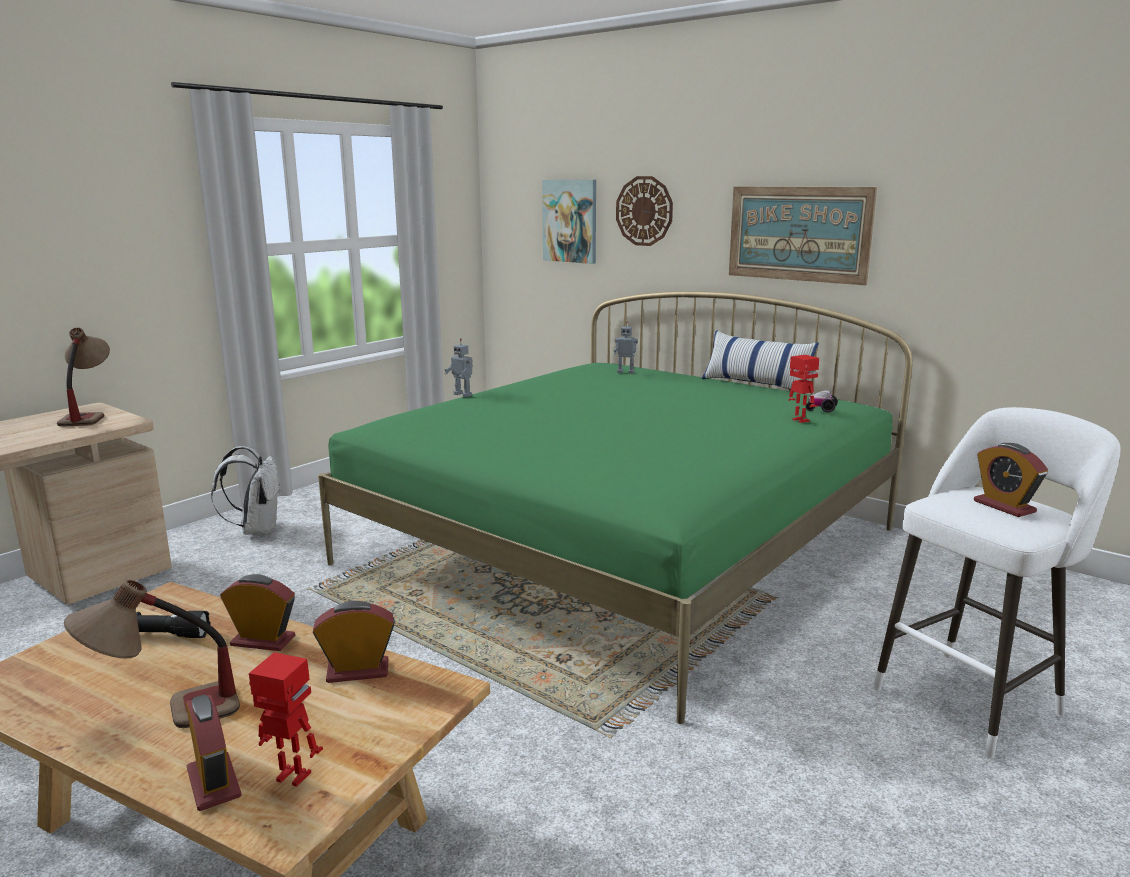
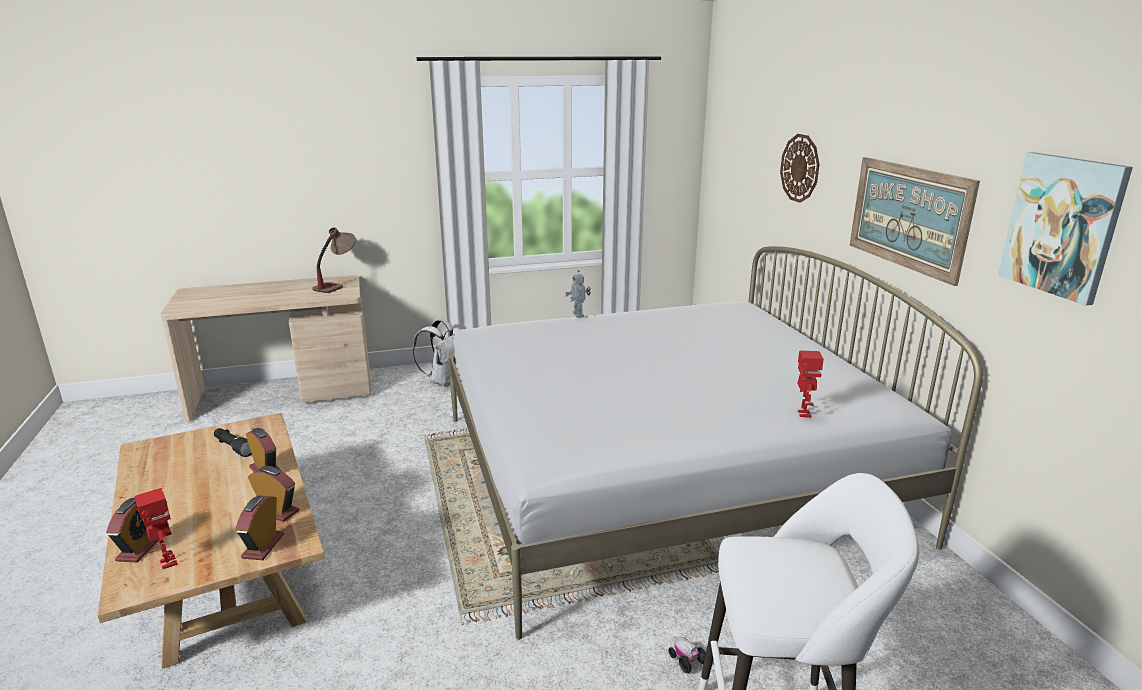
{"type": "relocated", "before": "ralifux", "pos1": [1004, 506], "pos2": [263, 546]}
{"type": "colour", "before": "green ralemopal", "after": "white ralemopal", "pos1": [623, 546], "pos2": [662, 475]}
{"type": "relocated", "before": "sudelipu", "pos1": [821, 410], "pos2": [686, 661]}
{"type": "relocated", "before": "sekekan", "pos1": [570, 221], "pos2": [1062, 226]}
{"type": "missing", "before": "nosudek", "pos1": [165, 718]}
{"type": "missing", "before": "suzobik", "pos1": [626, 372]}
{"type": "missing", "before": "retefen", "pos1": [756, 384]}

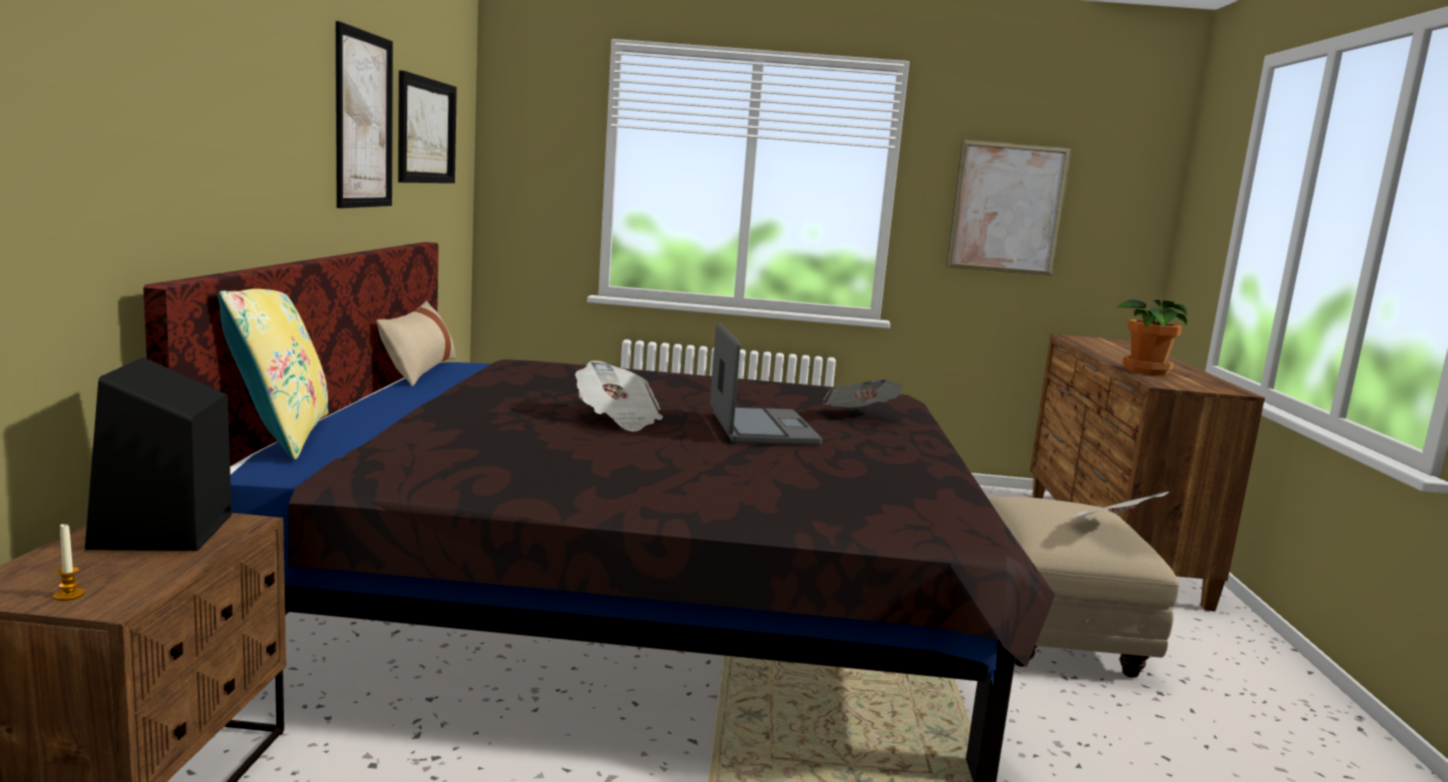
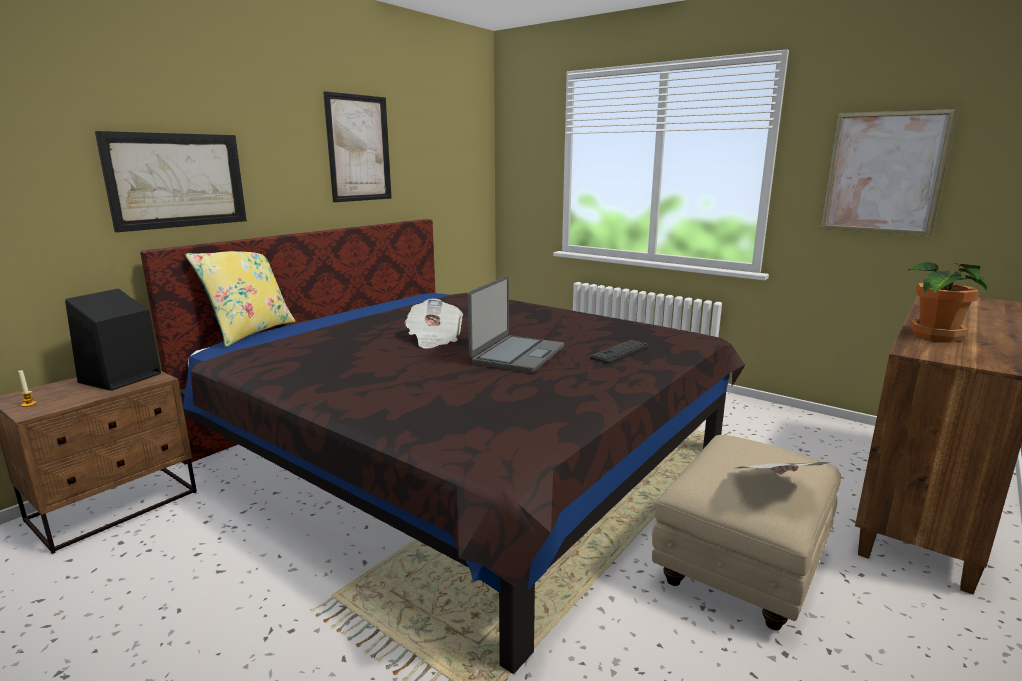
{"type": "relocated", "before": "sekekan", "pos1": [426, 131], "pos2": [177, 180]}
{"type": "exchanged", "before": "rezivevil", "after": "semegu", "pos1": [859, 416], "pos2": [620, 353]}
{"type": "missing", "before": "beige retefen", "pos1": [419, 370]}

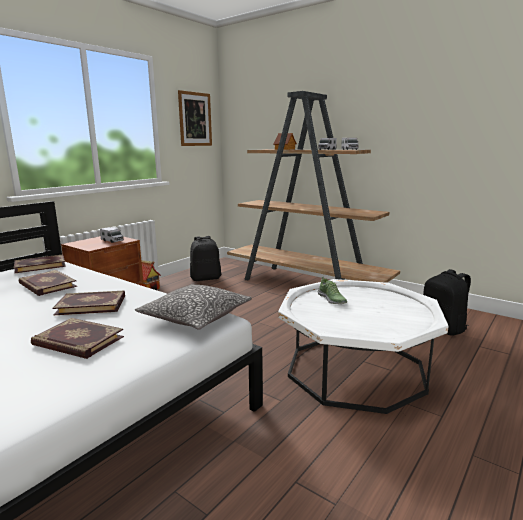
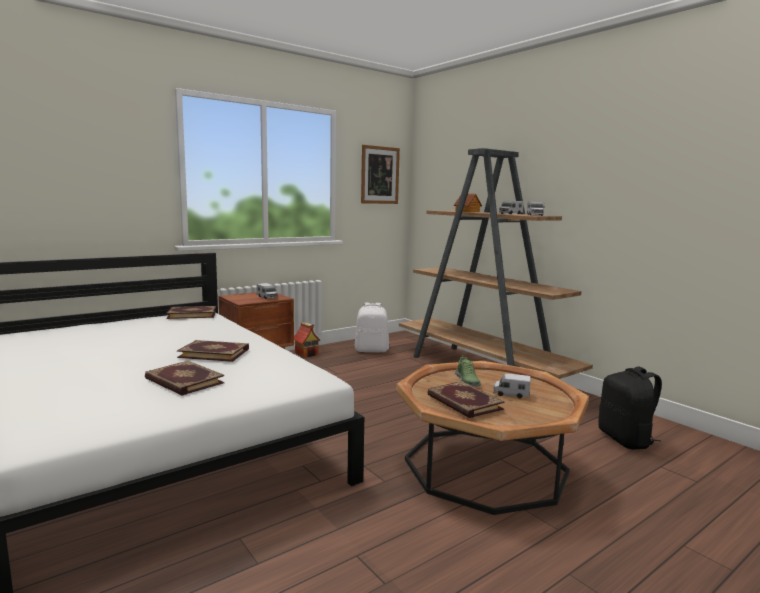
{"type": "colour", "before": "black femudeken", "after": "white femudeken", "pos1": [206, 278], "pos2": [372, 350]}
{"type": "colour", "before": "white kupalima", "after": "brown kupalima", "pos1": [355, 370], "pos2": [485, 466]}
{"type": "relocated", "before": "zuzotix", "pos1": [46, 285], "pos2": [463, 402]}
{"type": "appeared", "after": "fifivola", "pos2": [511, 394]}
{"type": "missing", "before": "retefen", "pos1": [196, 317]}

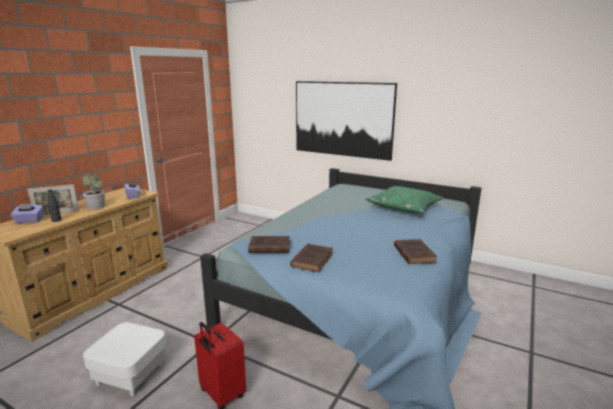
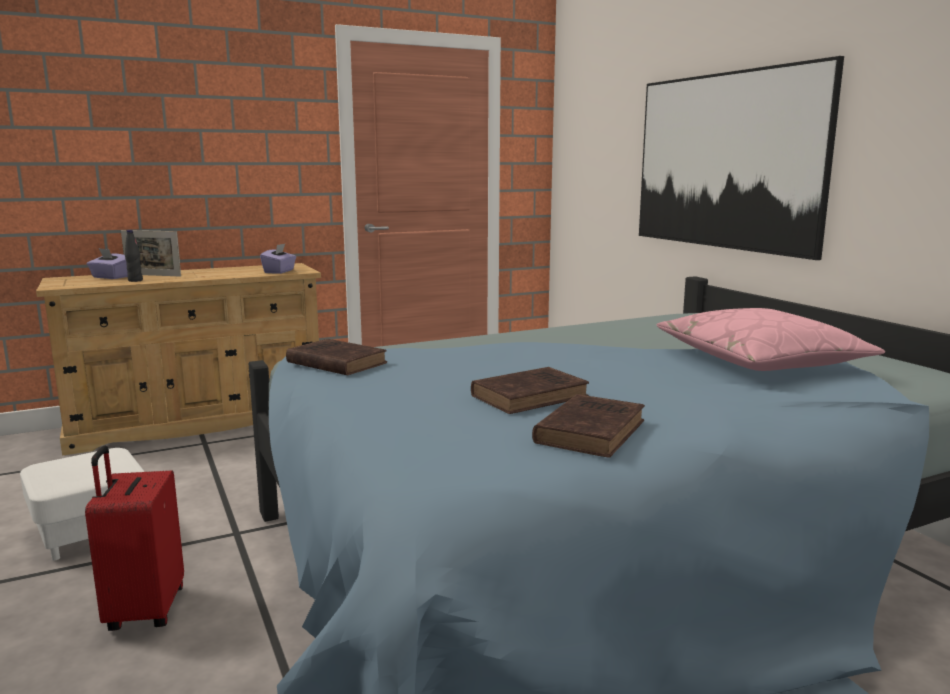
{"type": "relocated", "before": "brown zuzotix", "pos1": [312, 259], "pos2": [532, 396]}
{"type": "colour", "before": "green retefen", "after": "pink retefen", "pos1": [404, 207], "pos2": [760, 360]}
{"type": "missing", "before": "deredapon", "pos1": [96, 207]}

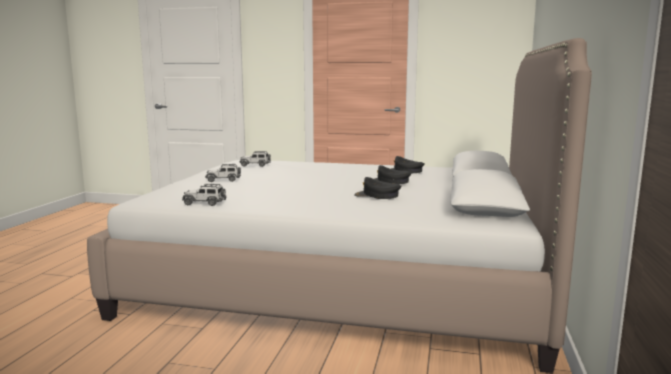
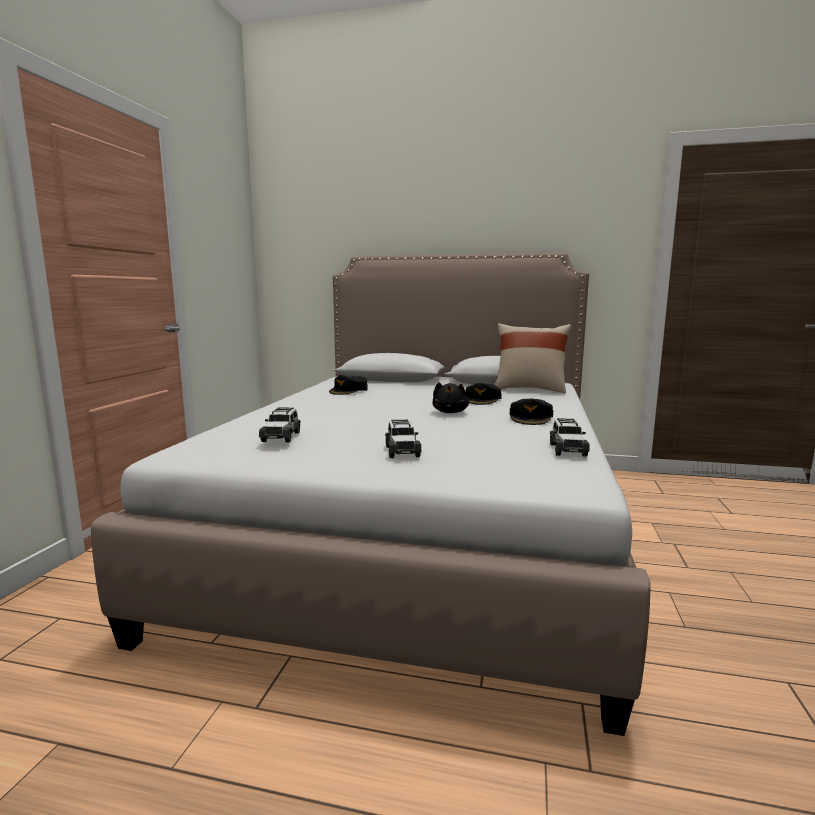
{"type": "appeared", "after": "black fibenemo", "pos2": [450, 412]}
{"type": "appeared", "after": "beige retefen", "pos2": [530, 389]}
{"type": "relocated", "before": "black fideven", "pos1": [389, 181], "pos2": [531, 418]}

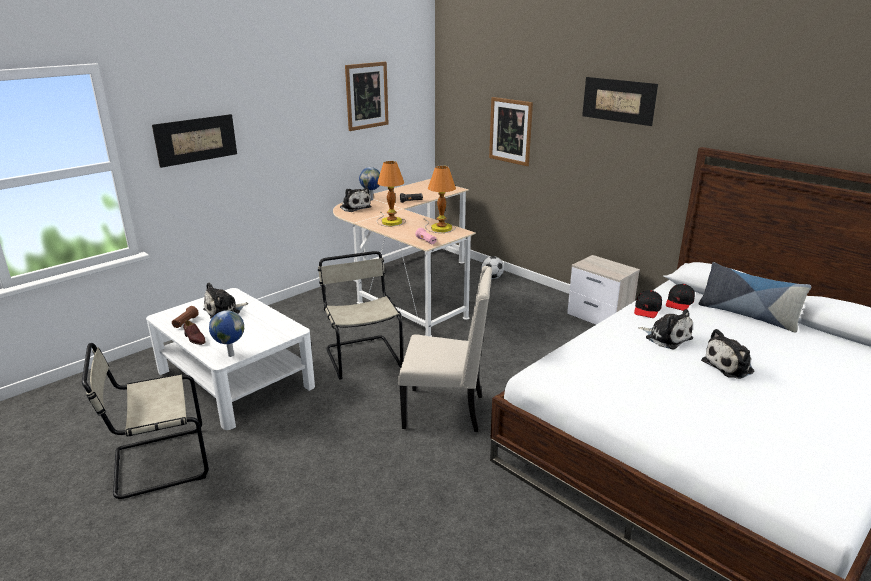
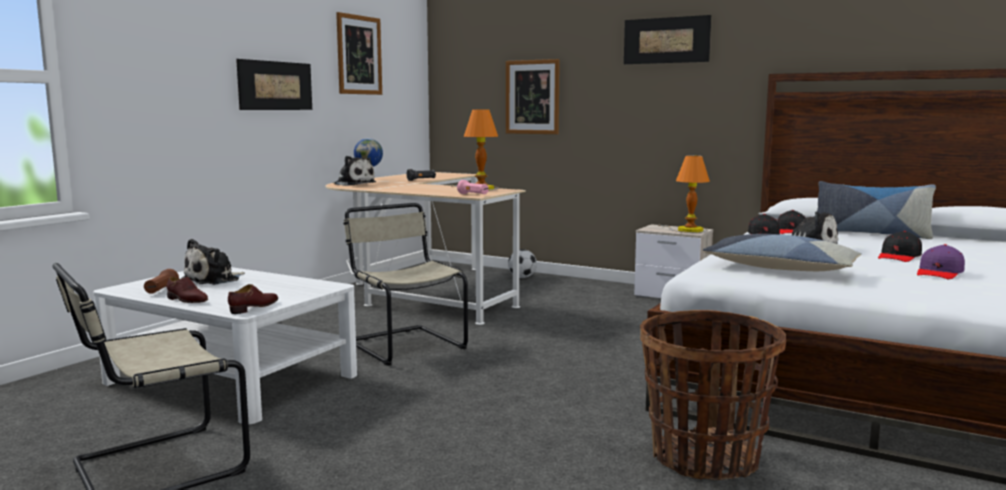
{"type": "exchanged", "before": "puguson", "after": "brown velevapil", "pos1": [230, 355], "pos2": [255, 307]}
{"type": "relocated", "before": "sekekan", "pos1": [196, 140], "pos2": [275, 85]}
{"type": "appeared", "after": "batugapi", "pos2": [705, 458]}
{"type": "relocated", "before": "nosudek", "pos1": [390, 221], "pos2": [687, 230]}
{"type": "appeared", "after": "retefen", "pos2": [780, 268]}
{"type": "exchanged", "before": "fibenemo", "after": "black fideven", "pos1": [730, 366], "pos2": [899, 257]}
{"type": "appeared", "after": "purple fideven", "pos2": [939, 273]}
{"type": "missing", "before": "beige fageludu", "pos1": [446, 411]}

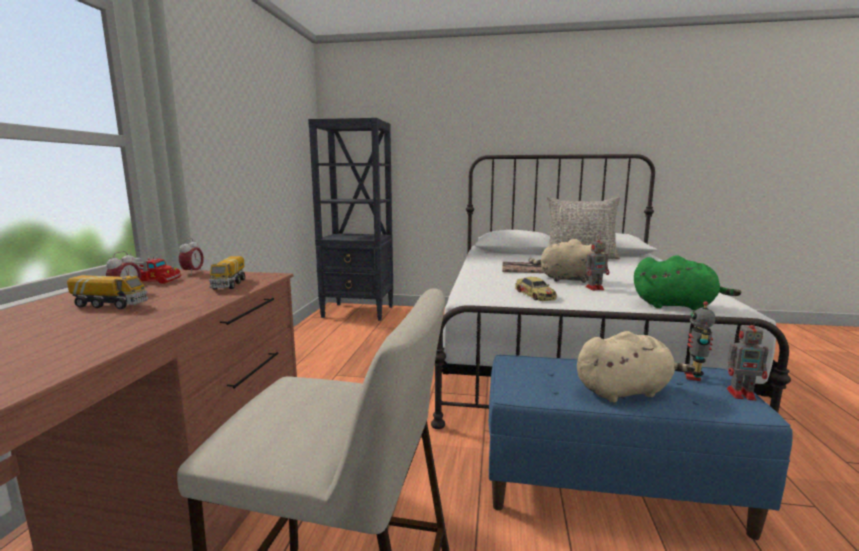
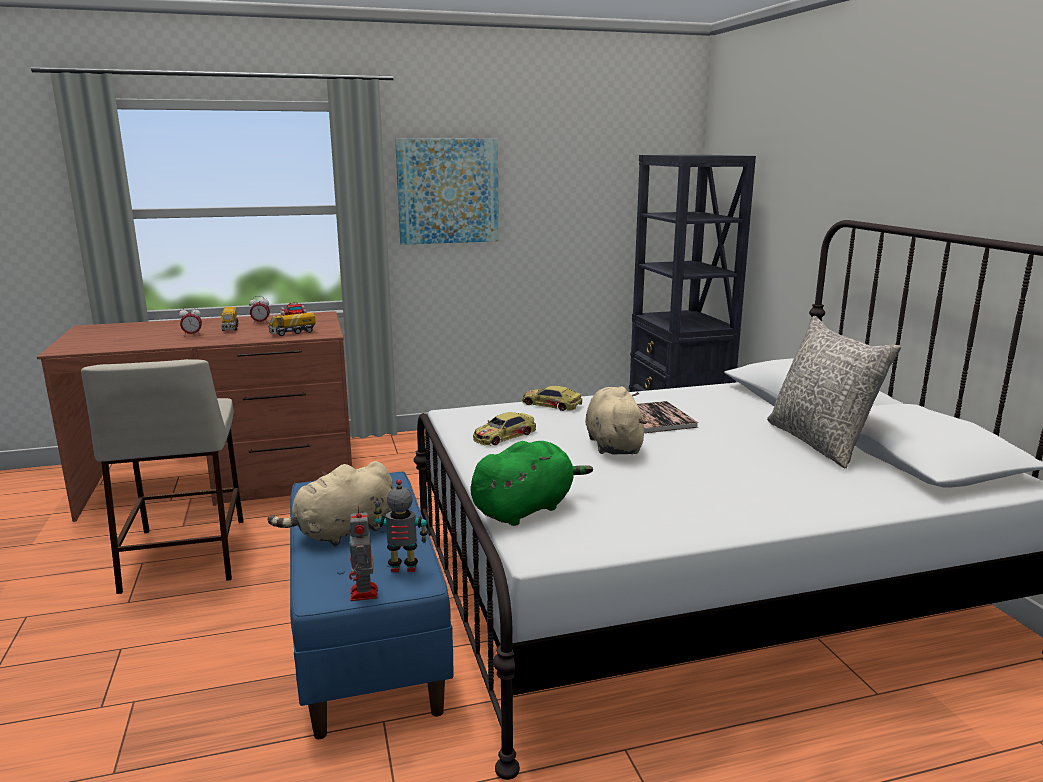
{"type": "relocated", "before": "ralifux", "pos1": [193, 272], "pos2": [192, 335]}
{"type": "spun", "before": "beige fibenemo", "pos1": [625, 391], "pos2": [342, 532], "turn": 90}
{"type": "appeared", "after": "sekekan", "pos2": [448, 191]}
{"type": "spun", "before": "green fibenemo", "pos1": [676, 306], "pos2": [525, 509], "turn": -120}
{"type": "appeared", "after": "sudelipu", "pos2": [551, 404]}
{"type": "missing", "before": "suzobik", "pos1": [595, 288]}

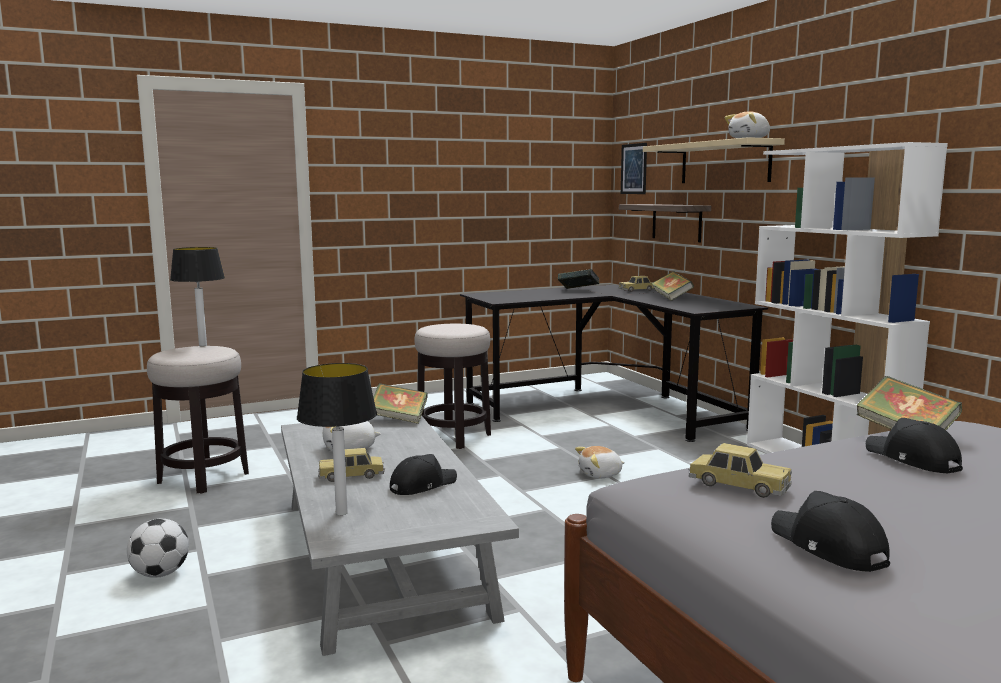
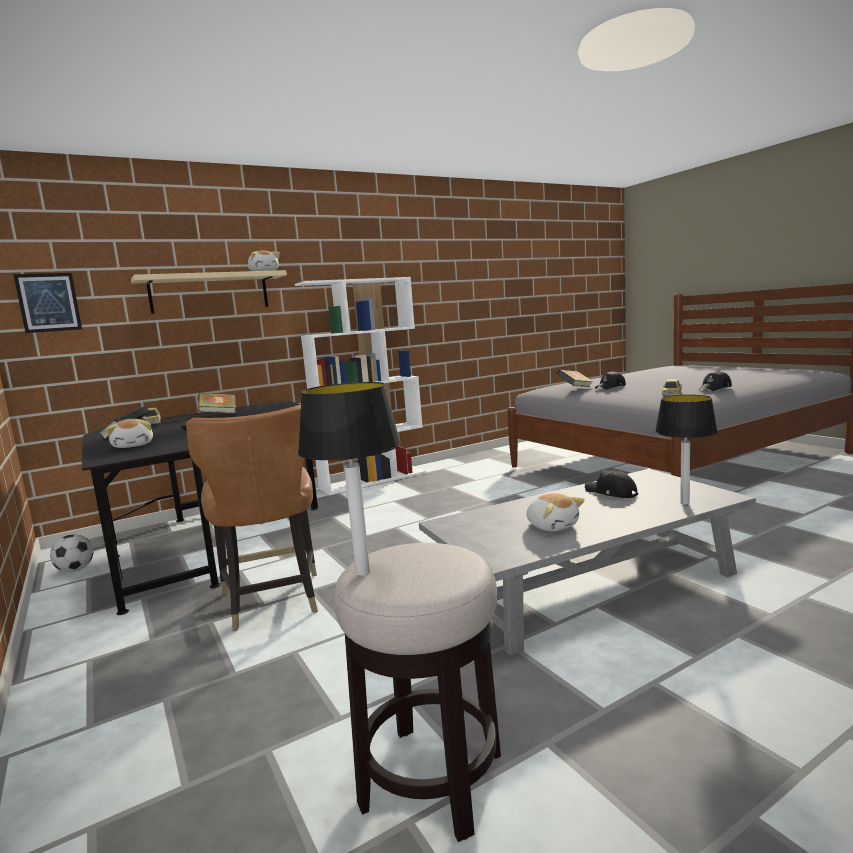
{"type": "relocated", "before": "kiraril", "pos1": [160, 574], "pos2": [75, 570]}
{"type": "relocated", "before": "fibenemo", "pos1": [600, 474], "pos2": [134, 445]}
{"type": "exchanged", "before": "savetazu", "after": "brown fageludu", "pos1": [454, 437], "pos2": [272, 601]}
{"type": "missing", "before": "sudelipu", "pos1": [352, 475]}
{"type": "missing", "before": "zuzotix", "pos1": [399, 419]}
{"type": "missing", "before": "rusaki", "pos1": [676, 222]}

